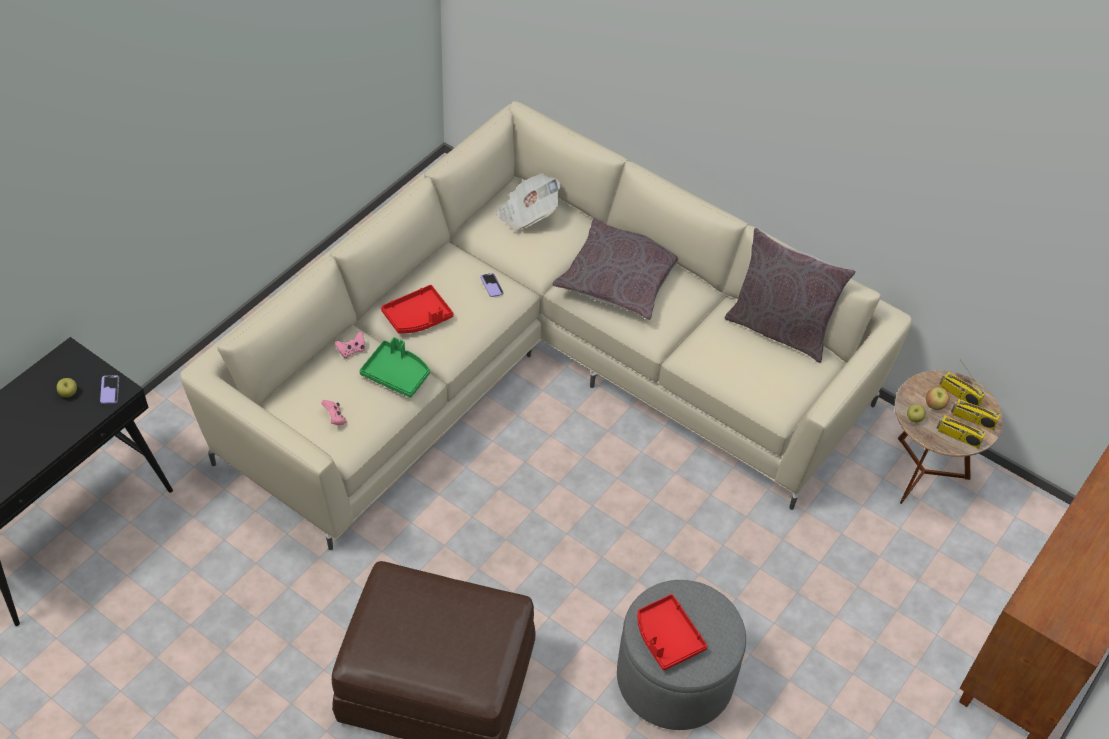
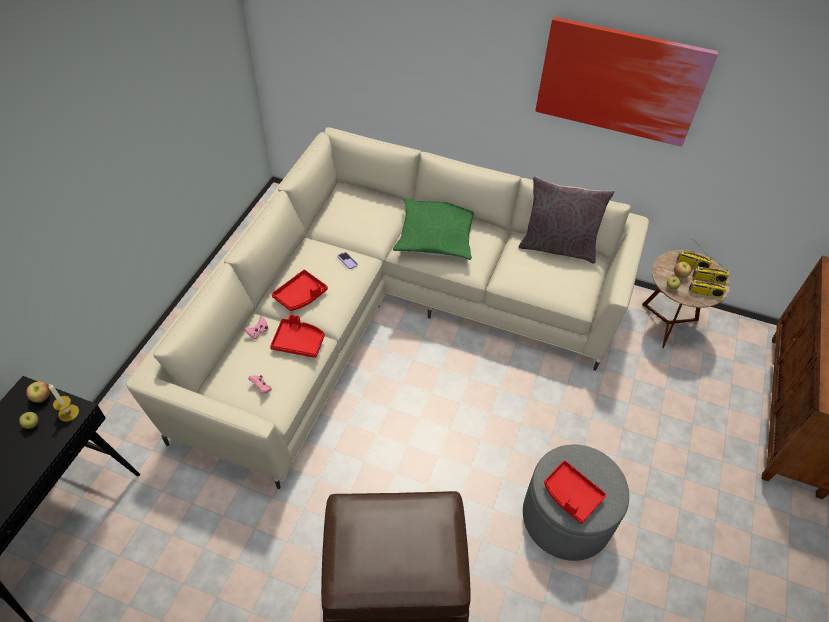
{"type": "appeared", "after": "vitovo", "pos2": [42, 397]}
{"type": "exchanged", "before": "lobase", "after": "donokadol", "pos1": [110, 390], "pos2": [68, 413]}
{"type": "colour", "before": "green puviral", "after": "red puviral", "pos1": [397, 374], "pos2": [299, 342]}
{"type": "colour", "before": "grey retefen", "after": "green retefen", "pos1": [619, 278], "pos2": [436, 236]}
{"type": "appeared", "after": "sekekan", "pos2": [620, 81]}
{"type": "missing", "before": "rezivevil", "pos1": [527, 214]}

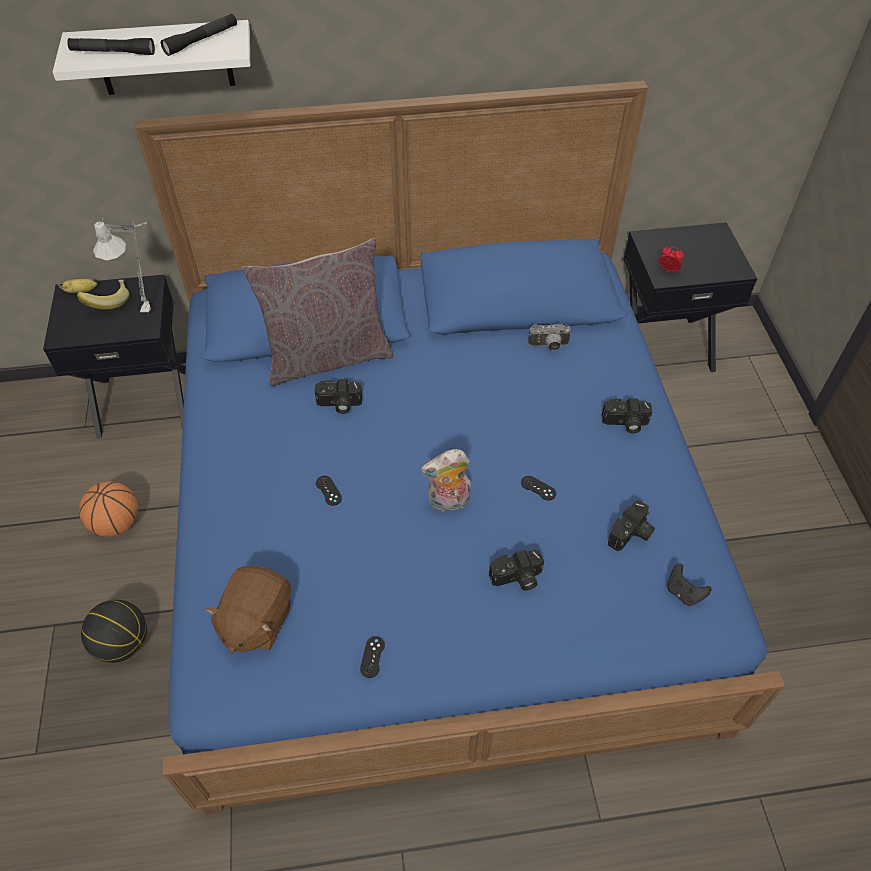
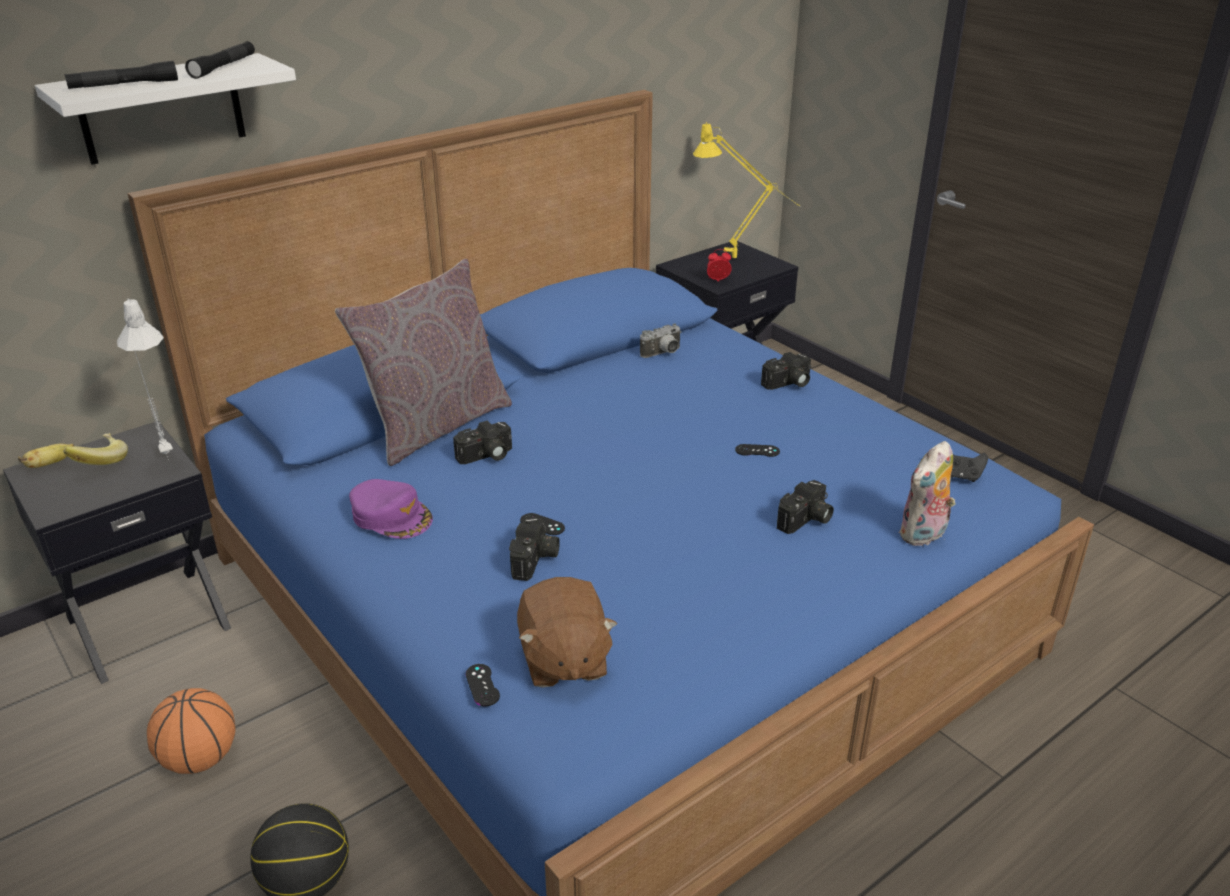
{"type": "appeared", "after": "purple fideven", "pos2": [392, 516]}
{"type": "relocated", "before": "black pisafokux", "pos1": [372, 657], "pos2": [482, 685]}
{"type": "relocated", "before": "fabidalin", "pos1": [631, 534], "pos2": [535, 560]}
{"type": "appeared", "after": "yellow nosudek", "pos2": [741, 260]}
{"type": "relocated", "before": "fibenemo", "pos1": [448, 502], "pos2": [924, 535]}

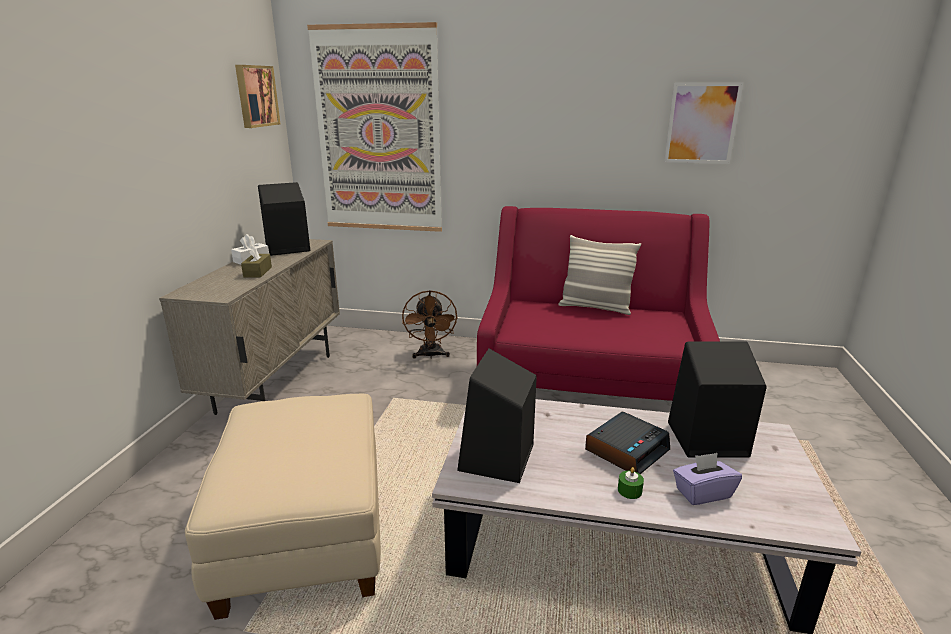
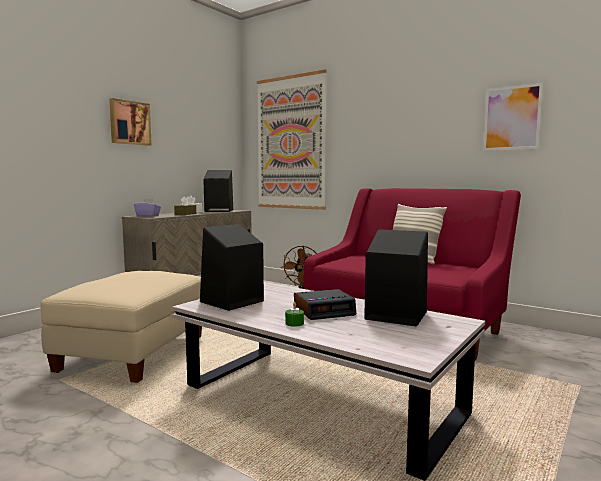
{"type": "relocated", "before": "sekekan", "pos1": [256, 96], "pos2": [129, 123]}
{"type": "relocated", "before": "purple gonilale", "pos1": [702, 493], "pos2": [148, 216]}

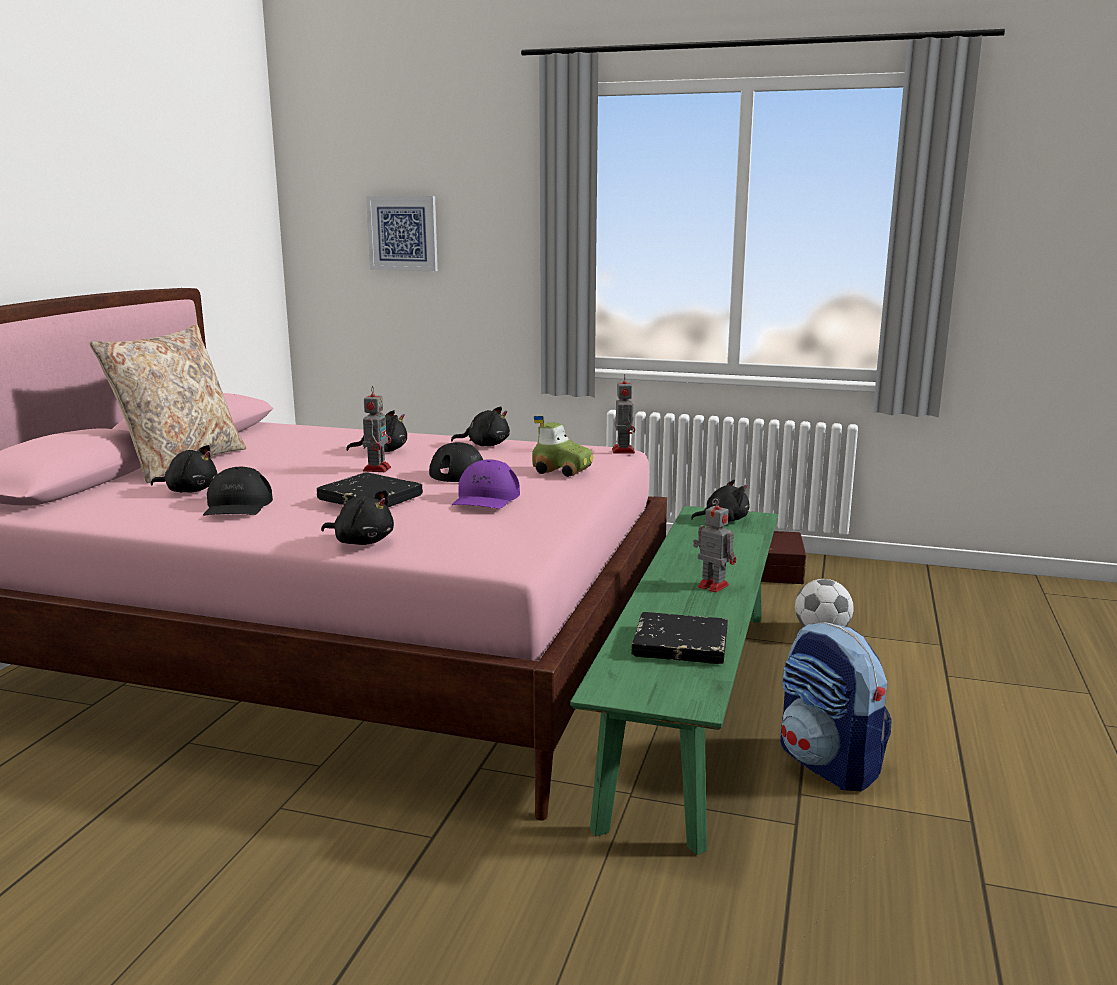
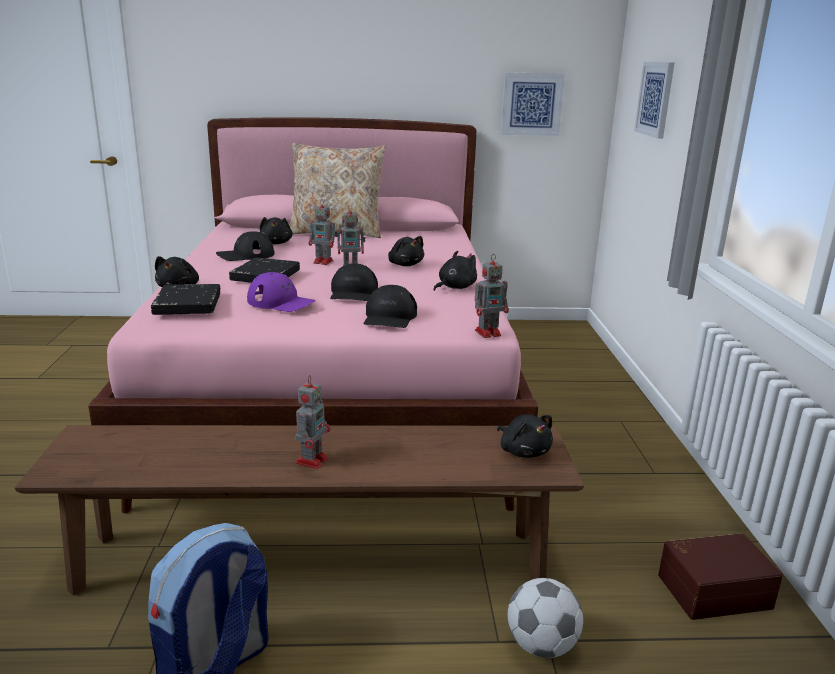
{"type": "colour", "before": "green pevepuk", "after": "brown pevepuk", "pos1": [692, 705], "pos2": [314, 560]}
{"type": "relocated", "before": "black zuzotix", "pos1": [680, 645], "pos2": [188, 304]}
{"type": "spun", "before": "purple fideven", "pos1": [485, 498], "pos2": [281, 302], "turn": -150}
{"type": "appeared", "after": "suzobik", "pos2": [324, 262]}
{"type": "exchanged", "before": "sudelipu", "after": "black fideven", "pos1": [563, 470], "pos2": [389, 317]}
{"type": "spun", "before": "black fibenemo", "pos1": [485, 445], "pos2": [455, 287], "turn": -120}
{"type": "appeared", "after": "sekekan", "pos2": [531, 104]}

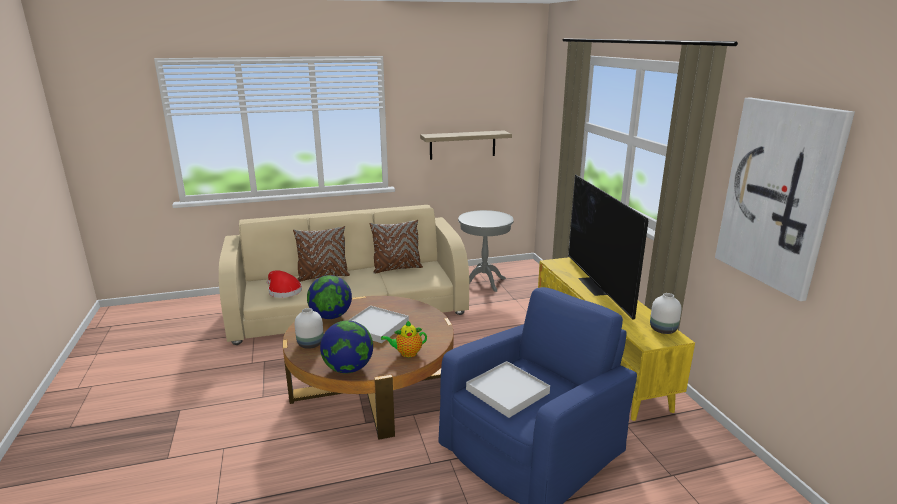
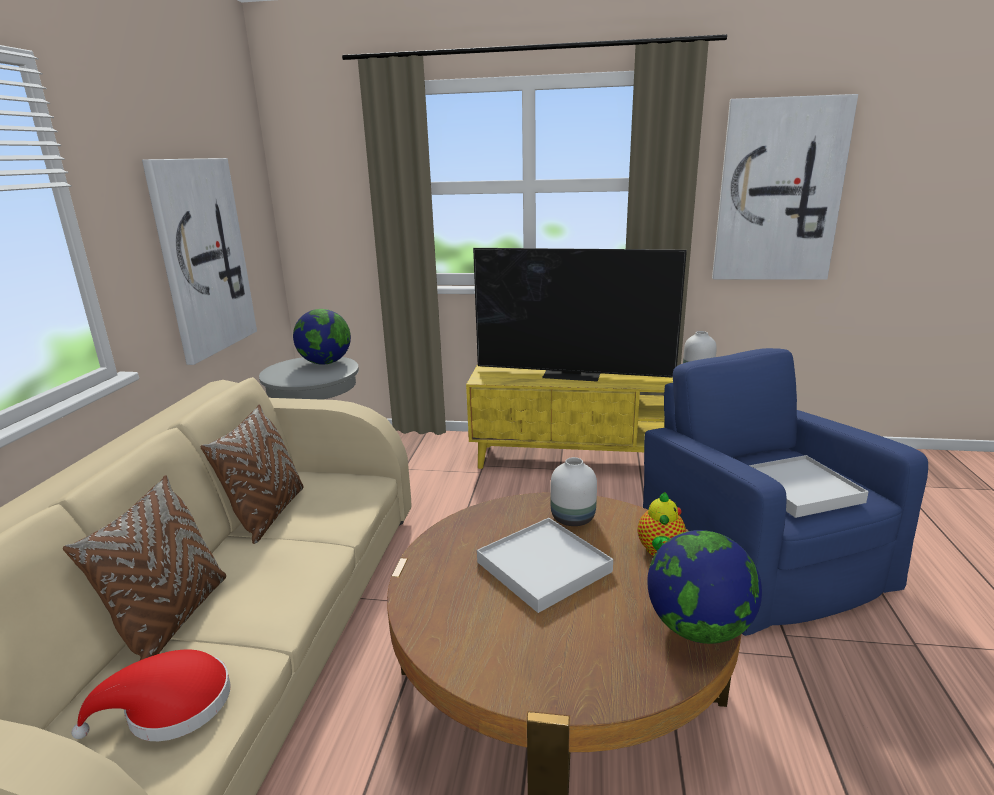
{"type": "exchanged", "before": "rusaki", "after": "sekekan", "pos1": [462, 145], "pos2": [202, 257]}
{"type": "relocated", "before": "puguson", "pos1": [331, 316], "pos2": [325, 363]}
{"type": "relocated", "before": "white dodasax", "pos1": [311, 344], "pos2": [573, 518]}

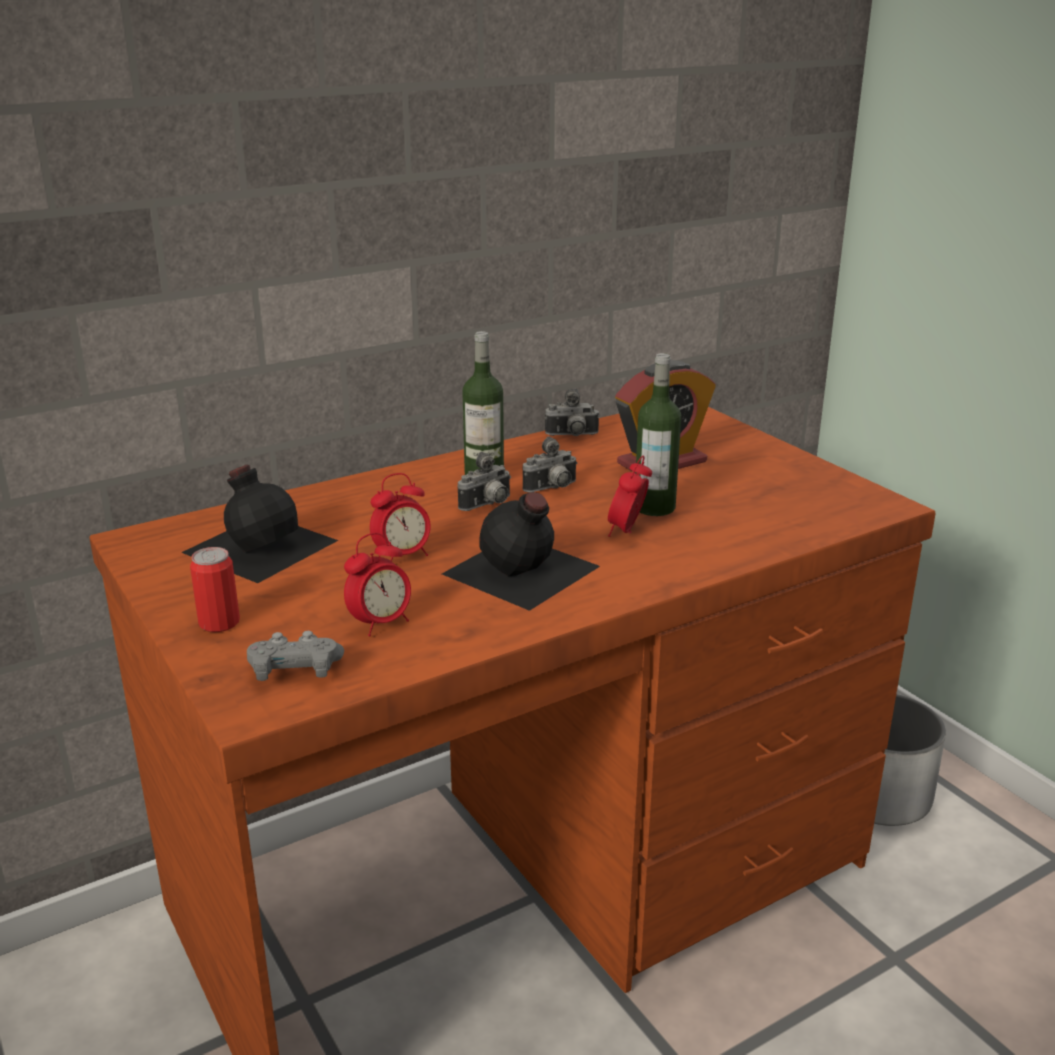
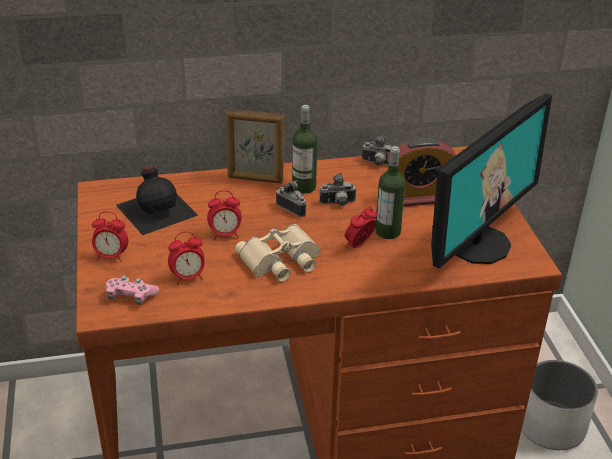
{"type": "exchanged", "before": "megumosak", "after": "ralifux", "pos1": [219, 623], "pos2": [111, 256]}
{"type": "colour", "before": "grey pisafokux", "after": "pink pisafokux", "pos1": [295, 671], "pos2": [131, 296]}
{"type": "appeared", "after": "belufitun", "pos2": [255, 179]}
{"type": "exchanged", "before": "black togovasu", "after": "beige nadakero", "pos1": [521, 571], "pos2": [281, 260]}
{"type": "spun", "before": "fabidalin", "pos1": [488, 505], "pos2": [293, 208], "turn": -120}
{"type": "appeared", "after": "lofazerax", "pos2": [479, 244]}

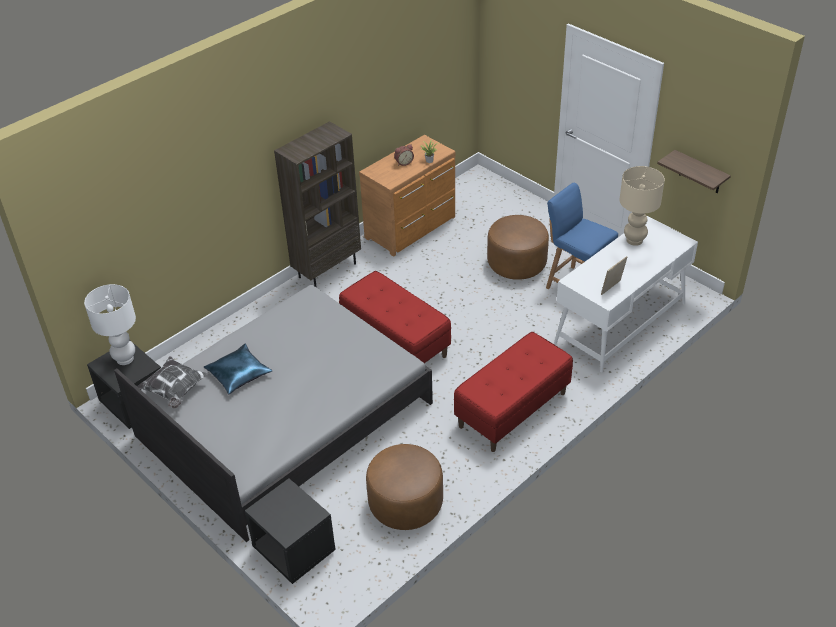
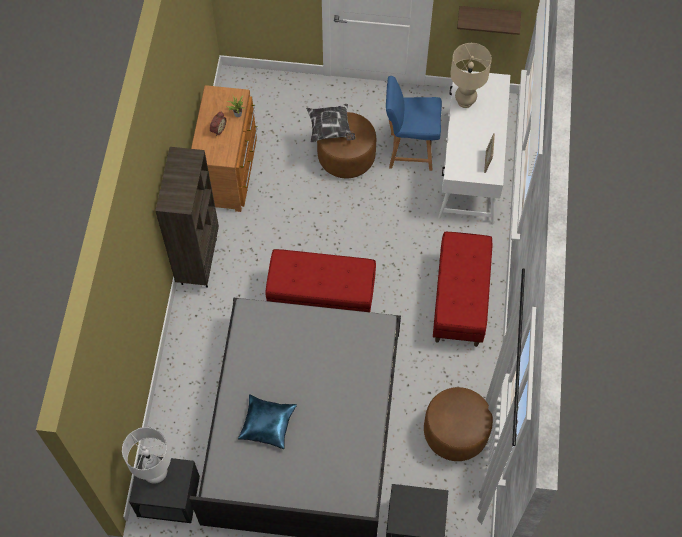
{"type": "relocated", "before": "retefen", "pos1": [174, 390], "pos2": [330, 129]}

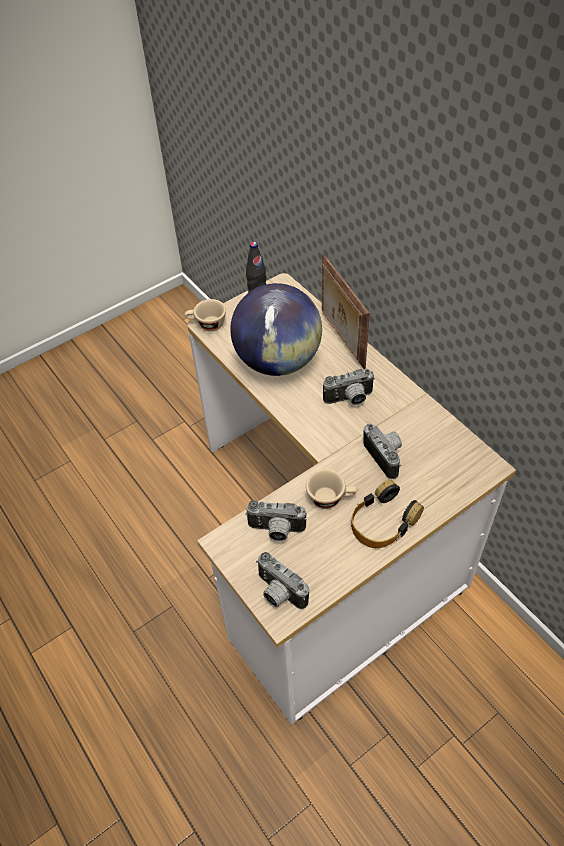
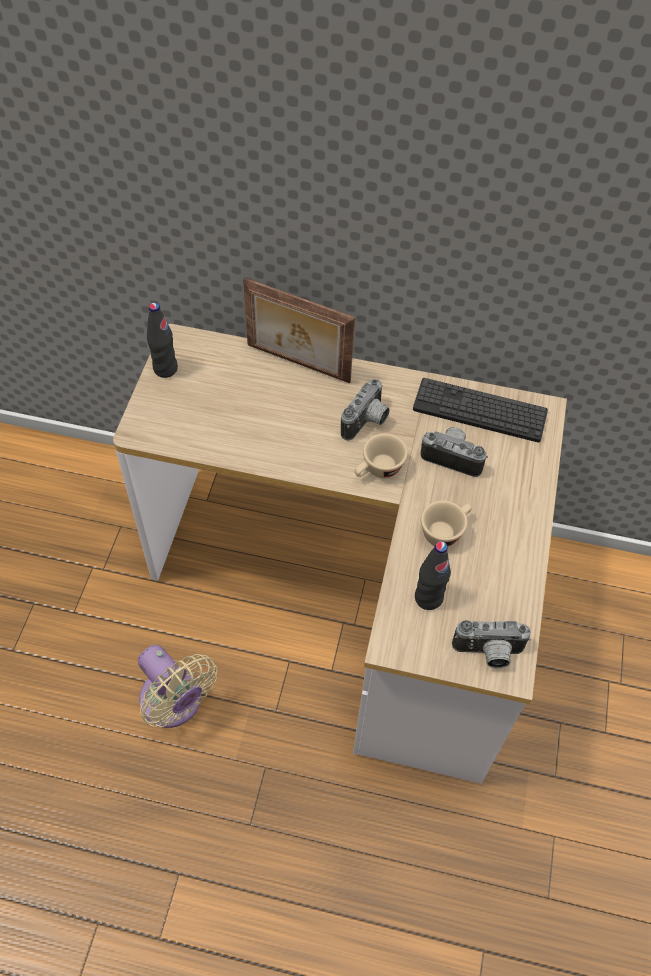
{"type": "appeared", "after": "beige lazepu", "pos2": [175, 704]}
{"type": "relocated", "before": "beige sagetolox", "pos1": [207, 325], "pos2": [378, 470]}
{"type": "appeared", "after": "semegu", "pos2": [479, 411]}
{"type": "exchanged", "before": "fabidalin", "after": "black togovasu", "pos1": [276, 531], "pos2": [428, 598]}
{"type": "missing", "before": "puguson", "pos1": [278, 361]}
{"type": "missing", "before": "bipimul", "pos1": [383, 521]}

